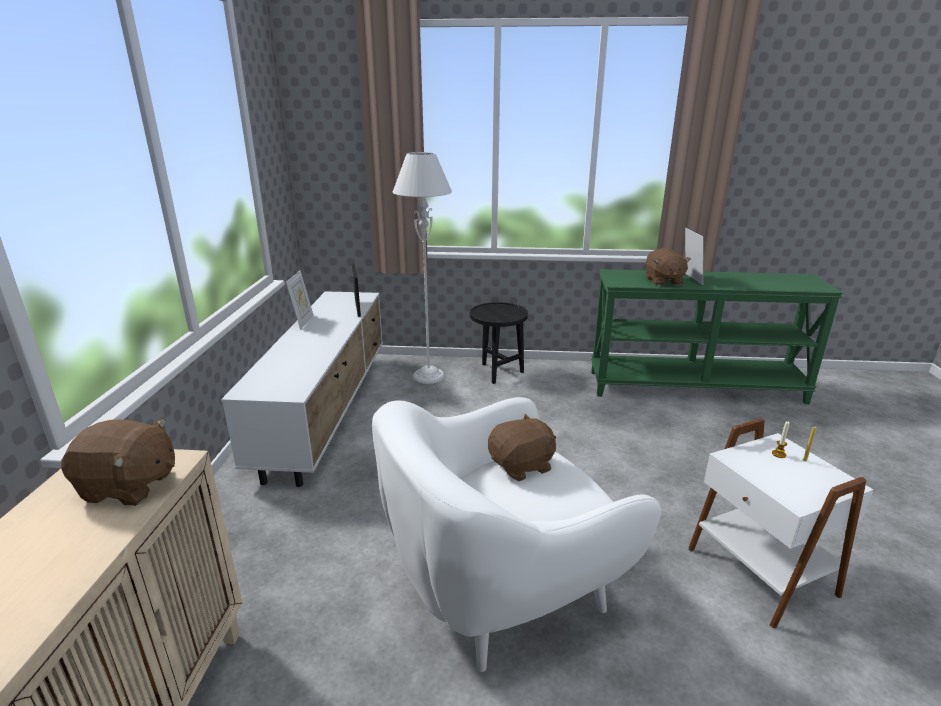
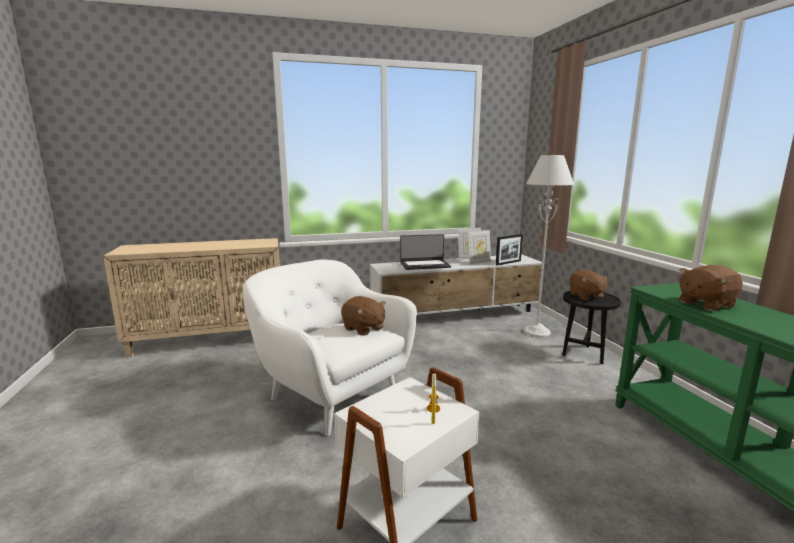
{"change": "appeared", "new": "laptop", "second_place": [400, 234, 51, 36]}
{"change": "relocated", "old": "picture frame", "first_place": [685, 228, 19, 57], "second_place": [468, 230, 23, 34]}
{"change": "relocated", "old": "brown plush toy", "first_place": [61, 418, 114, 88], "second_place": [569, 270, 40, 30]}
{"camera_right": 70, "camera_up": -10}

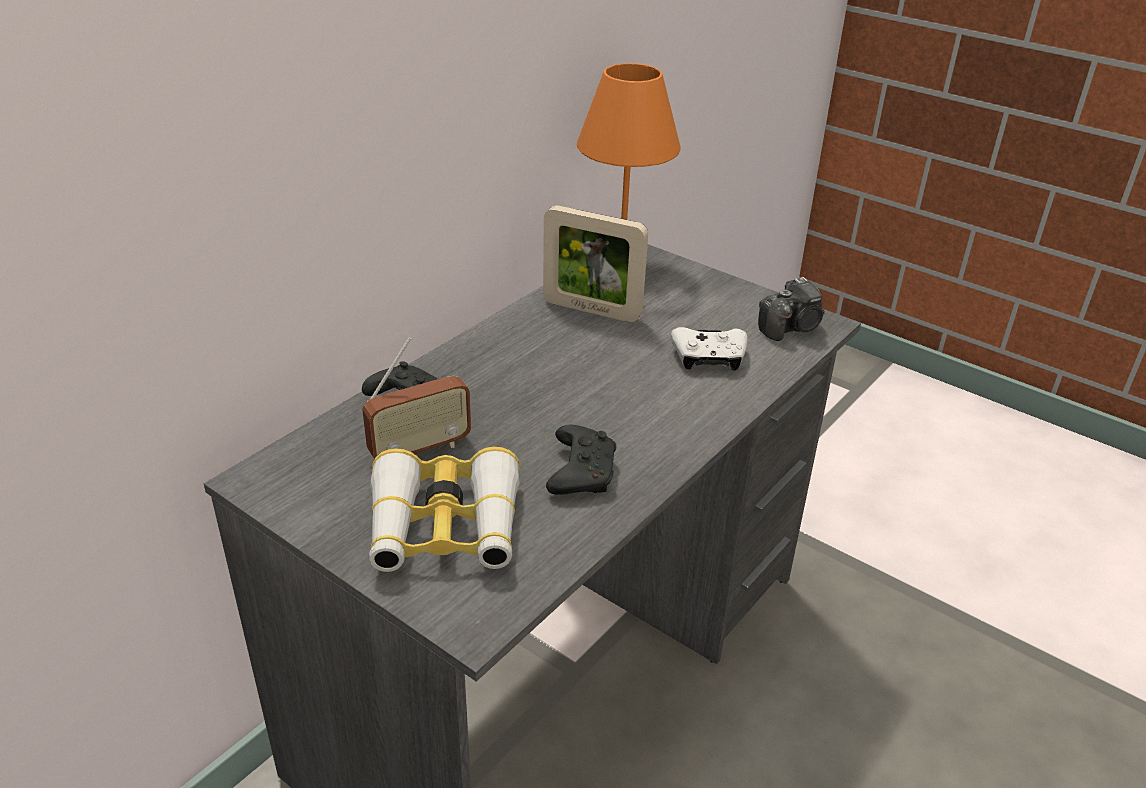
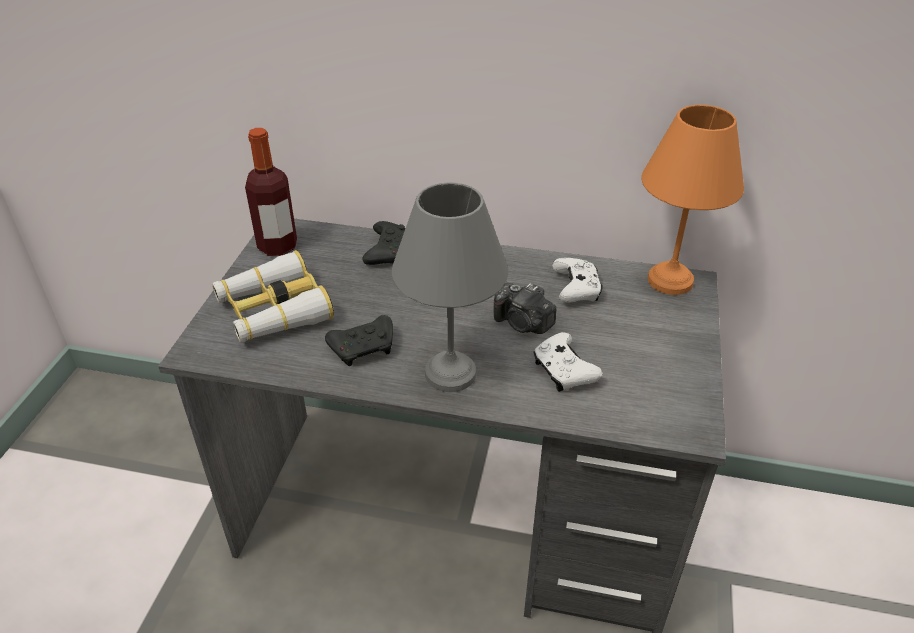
{"change": "appeared", "new": "bottle", "second_place": [245, 128, 52, 128]}
{"change": "appeared", "new": "grey table lamp", "second_place": [392, 183, 116, 209]}
{"change": "relocated", "old": "photo camera", "first_place": [758, 277, 67, 64], "second_place": [493, 283, 63, 51]}
{"change": "exchanged", "old": "picture frame", "new": "white game controller", "first_place": [543, 205, 105, 117], "second_place": [552, 257, 50, 46]}
{"change": "missing", "old": "radio", "first_place": [362, 337, 109, 122]}
{"camera_right": 65, "camera_up": 5}

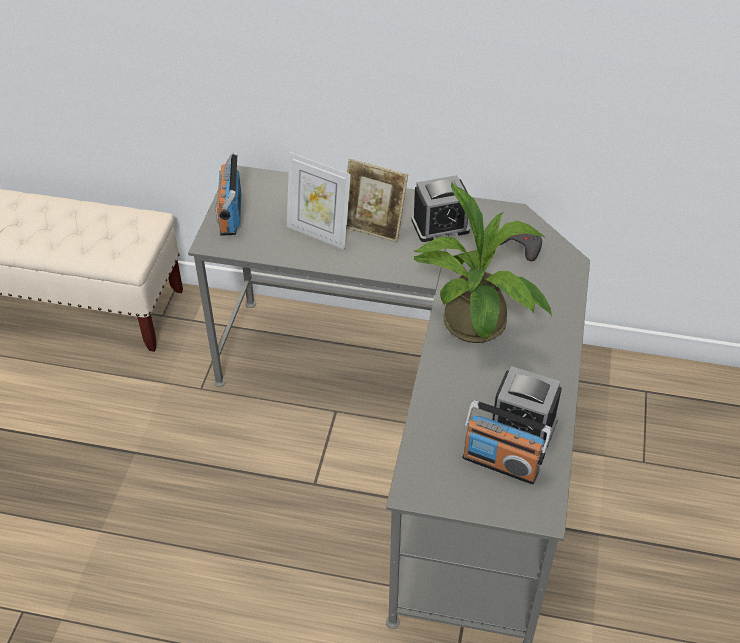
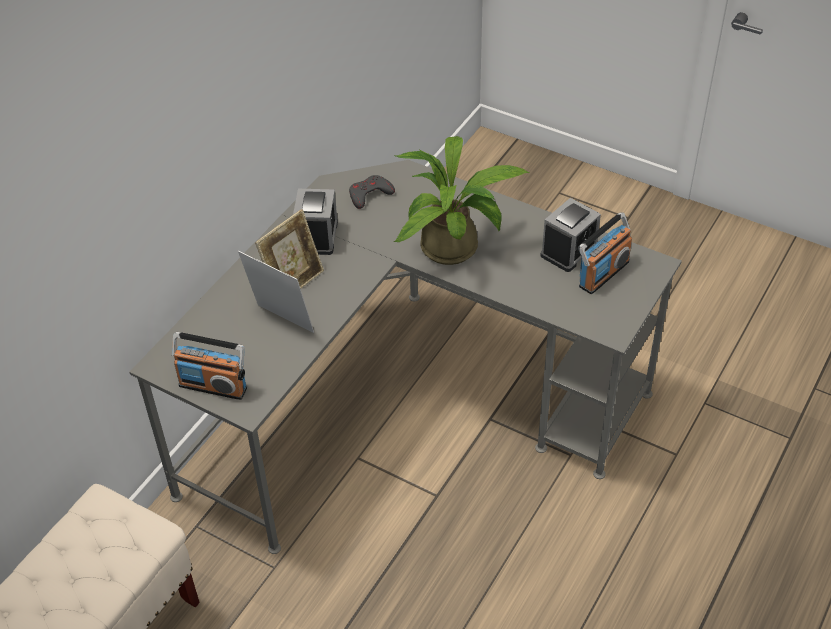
{"change": "spun", "old": "picture frame", "first_place": [287, 152, 64, 98], "second_place": [238, 251, 76, 82], "degrees": -105}
{"camera_right": -70, "camera_up": 0}

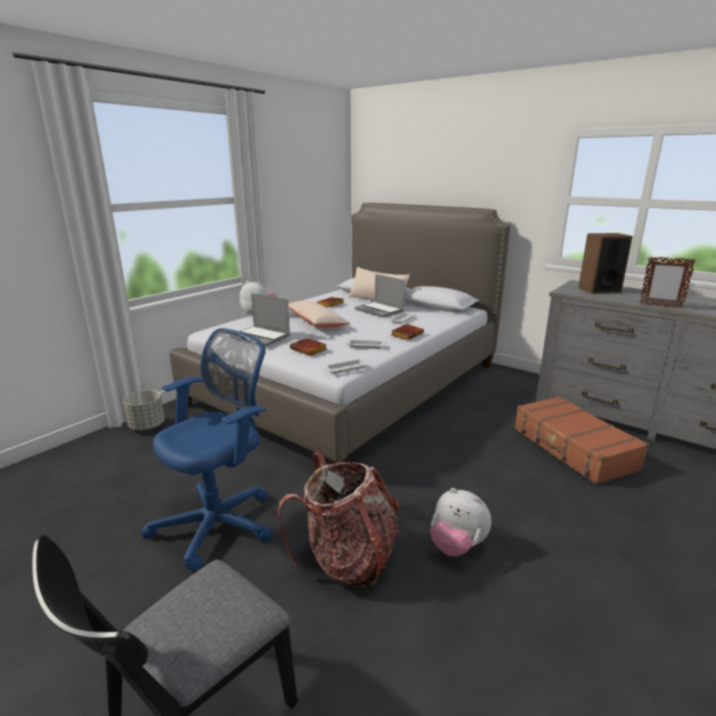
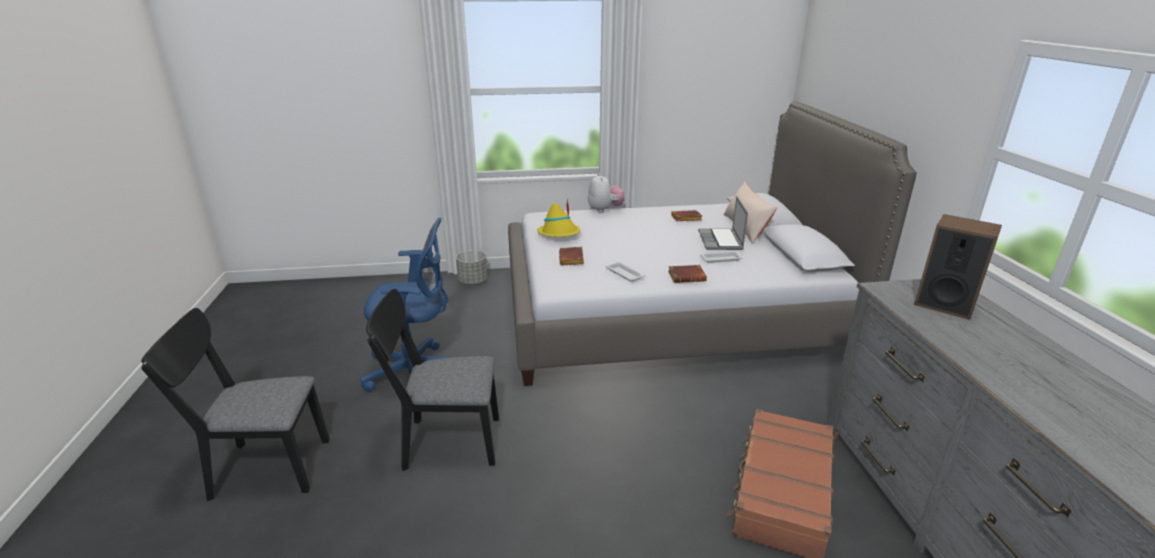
{"change": "exchanged", "old": "backpack", "new": "black chair", "first_place": [278, 451, 122, 137], "second_place": [366, 289, 133, 182]}
{"change": "exchanged", "old": "laptop", "new": "yellow hat", "first_place": [239, 293, 51, 54], "second_place": [537, 199, 43, 38]}
{"change": "missing", "old": "beige pillow", "first_place": [288, 301, 62, 27]}
{"change": "missing", "old": "white tray", "first_place": [323, 359, 45, 15]}
{"change": "missing", "old": "plush toy", "first_place": [430, 488, 61, 68]}
{"change": "missing", "old": "picture frame", "first_place": [640, 256, 56, 52]}
{"camera_right": 45, "camera_up": 5}

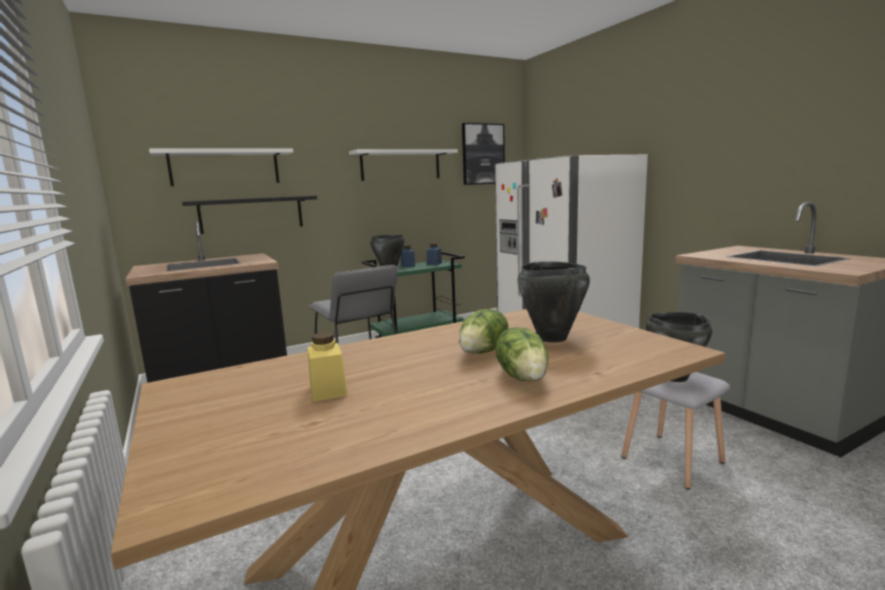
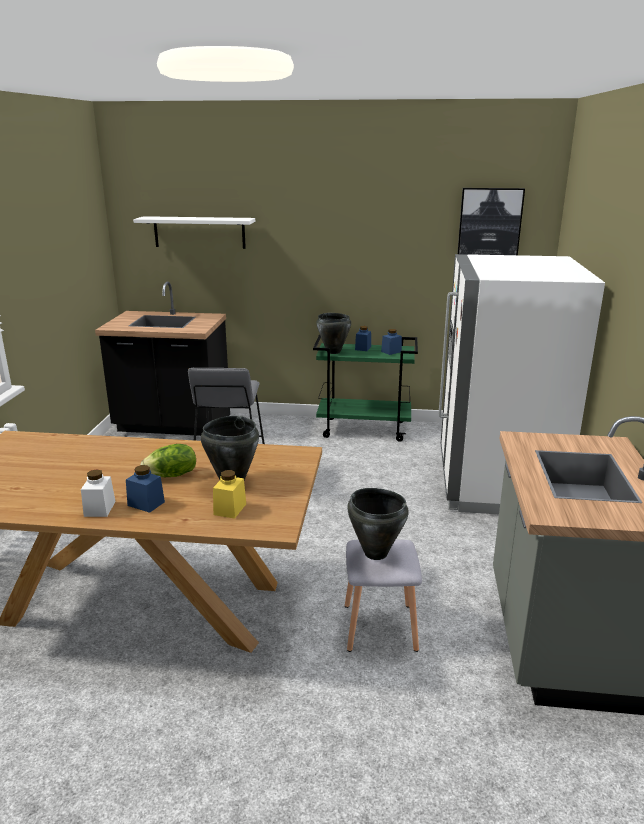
{"change": "appeared", "new": "white jar", "second_place": [81, 470, 35, 47]}
{"change": "exchanged", "old": "lettuce", "new": "blue jar", "first_place": [496, 327, 52, 54], "second_place": [126, 465, 39, 48]}
{"change": "relocated", "old": "yellow jar", "first_place": [307, 332, 40, 70], "second_place": [213, 470, 33, 49]}
{"change": "missing", "old": "black shelf", "first_place": [182, 196, 135, 38]}
{"change": "missing", "old": "white shelf", "first_place": [349, 149, 109, 32]}
{"camera_right": 35, "camera_up": 10}

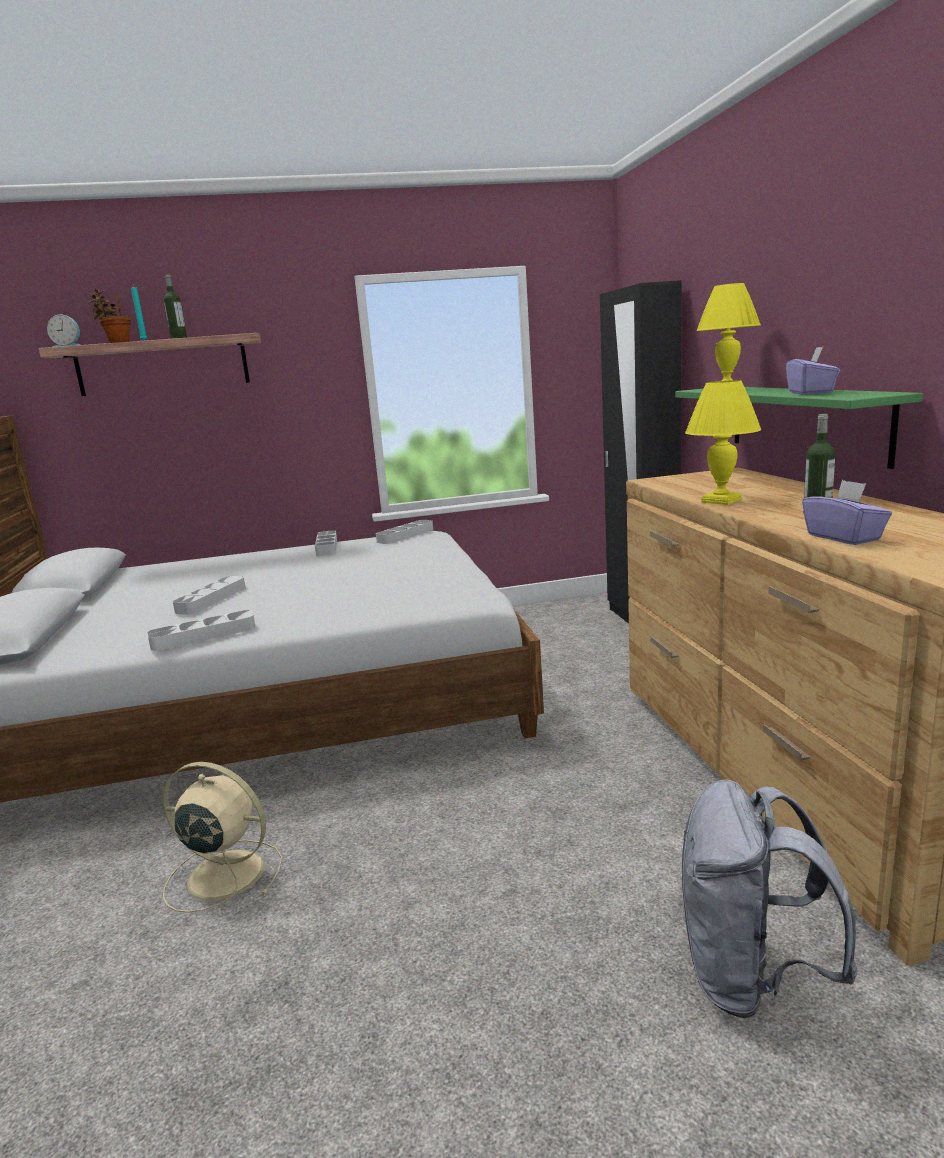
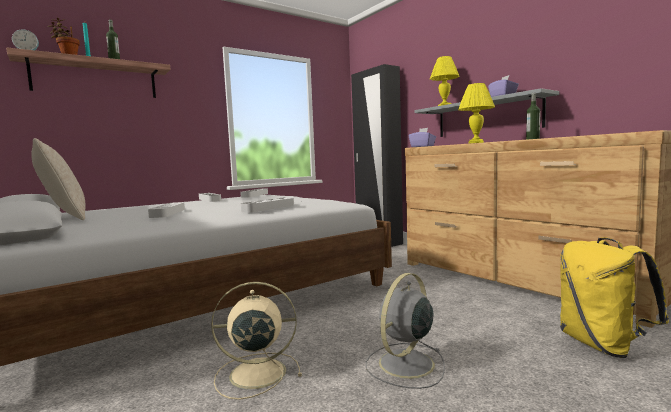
{"change": "appeared", "new": "beige pillow", "second_place": [31, 138, 54, 82]}
{"change": "relocated", "old": "grey tray", "first_place": [147, 610, 109, 41], "second_place": [240, 197, 54, 16]}
{"change": "appeared", "new": "grey fan", "second_place": [366, 273, 79, 116]}
{"change": "relocated", "old": "purple tissue box", "first_place": [802, 480, 90, 65], "second_place": [409, 128, 27, 19]}
{"change": "colour", "old": "green shelf", "new": "grey shelf", "first_place": [675, 387, 248, 82], "second_place": [415, 88, 144, 49]}
{"change": "colour", "old": "grey backpack", "new": "yellow backpack", "first_place": [682, 779, 176, 239], "second_place": [560, 237, 109, 121]}
{"camera_right": -25, "camera_up": -10}

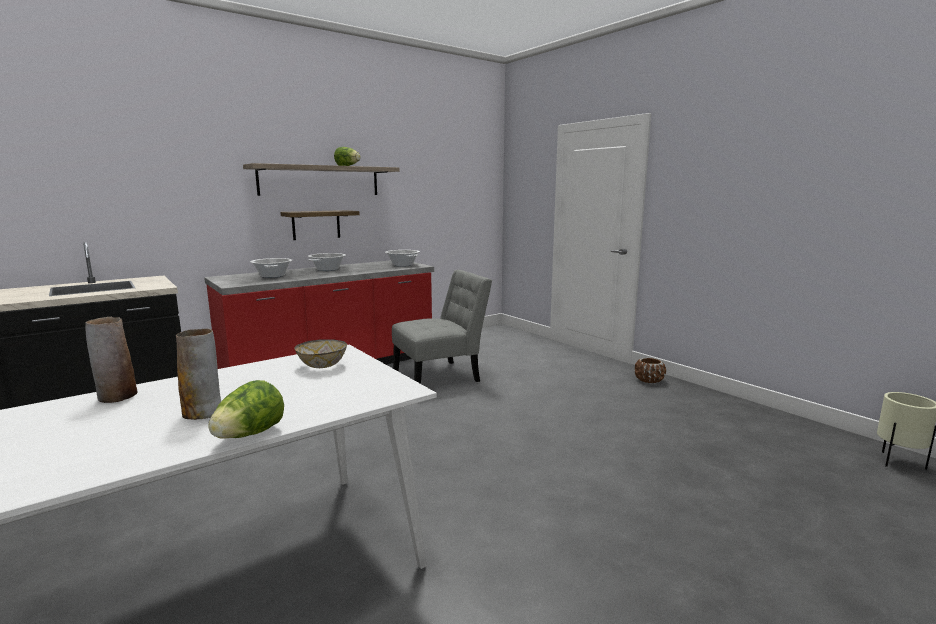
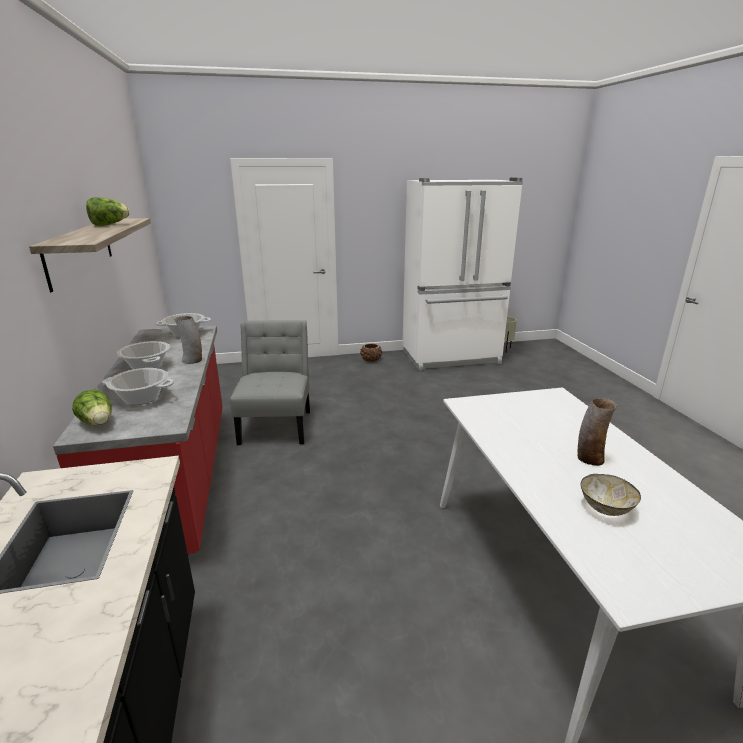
{"change": "relocated", "old": "lettuce", "first_place": [208, 380, 76, 59], "second_place": [72, 389, 40, 36]}
{"change": "relocated", "old": "vase", "first_place": [85, 317, 53, 86], "second_place": [174, 316, 28, 48]}
{"change": "appeared", "new": "white fridge", "second_place": [402, 177, 121, 194]}
{"change": "relocated", "old": "bowl", "first_place": [295, 339, 52, 29], "second_place": [581, 474, 60, 42]}
{"change": "missing", "old": "shelf", "first_place": [280, 210, 80, 30]}
{"camera_right": -65, "camera_up": 10}

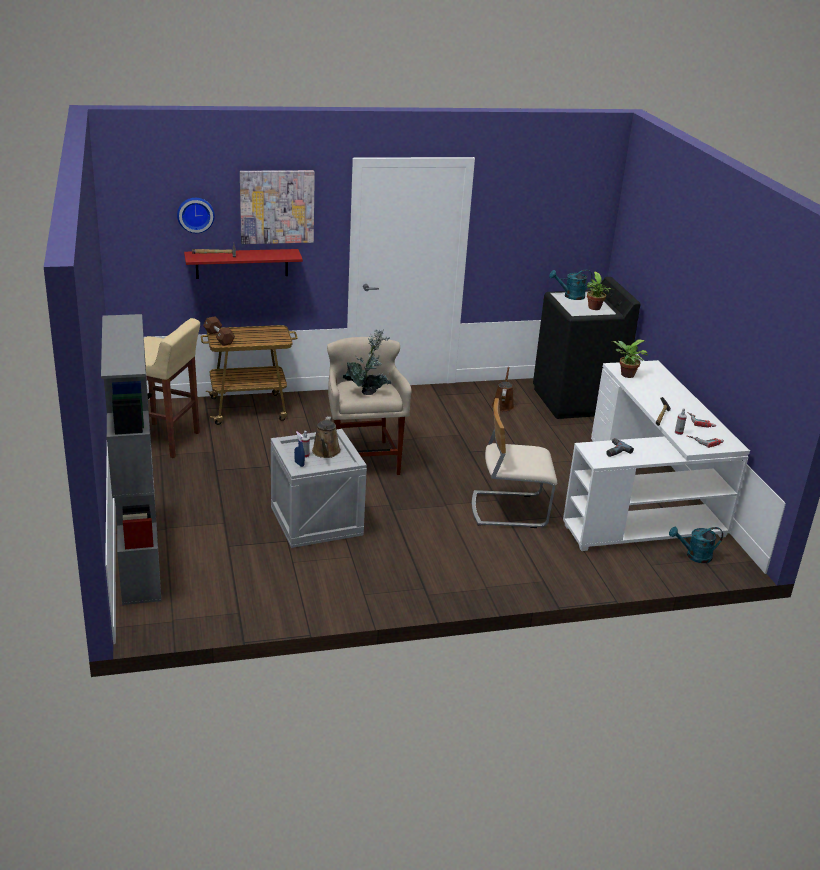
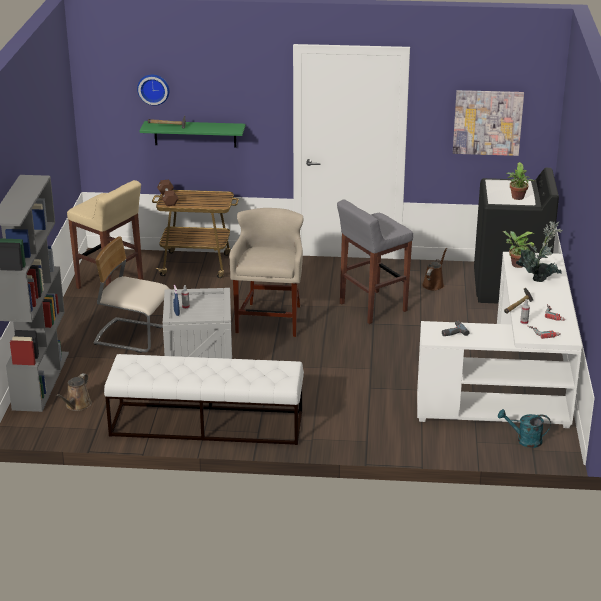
{"change": "relocated", "old": "brown watering can", "first_place": [312, 417, 29, 41], "second_place": [56, 373, 36, 38]}
{"change": "relocated", "old": "beige chair", "first_place": [472, 398, 85, 130], "second_place": [94, 236, 76, 117]}
{"change": "appeared", "new": "white bench", "second_place": [104, 354, 200, 91]}
{"change": "colour", "old": "red shelf", "new": "green shelf", "first_place": [184, 249, 119, 30], "second_place": [140, 121, 105, 27]}
{"change": "appeared", "new": "grey stool", "second_place": [337, 200, 76, 124]}
{"change": "relocated", "old": "picture", "first_place": [240, 170, 75, 74], "second_place": [453, 90, 71, 66]}
{"change": "relocated", "old": "potted plant", "first_place": [343, 329, 48, 66], "second_place": [516, 221, 47, 61]}
{"change": "missing", "old": "turquoise watering can", "first_place": [549, 270, 44, 30]}
{"camera_right": 20, "camera_up": 0}

